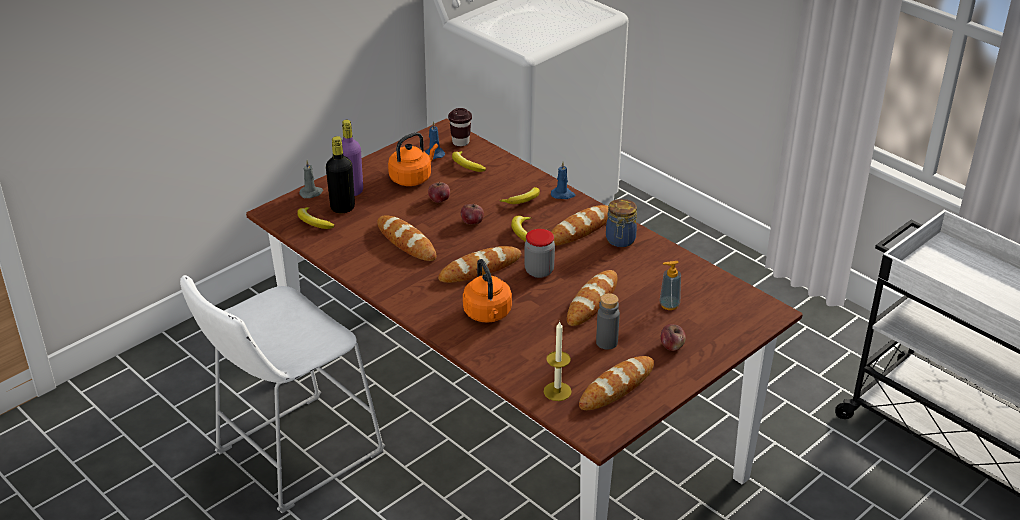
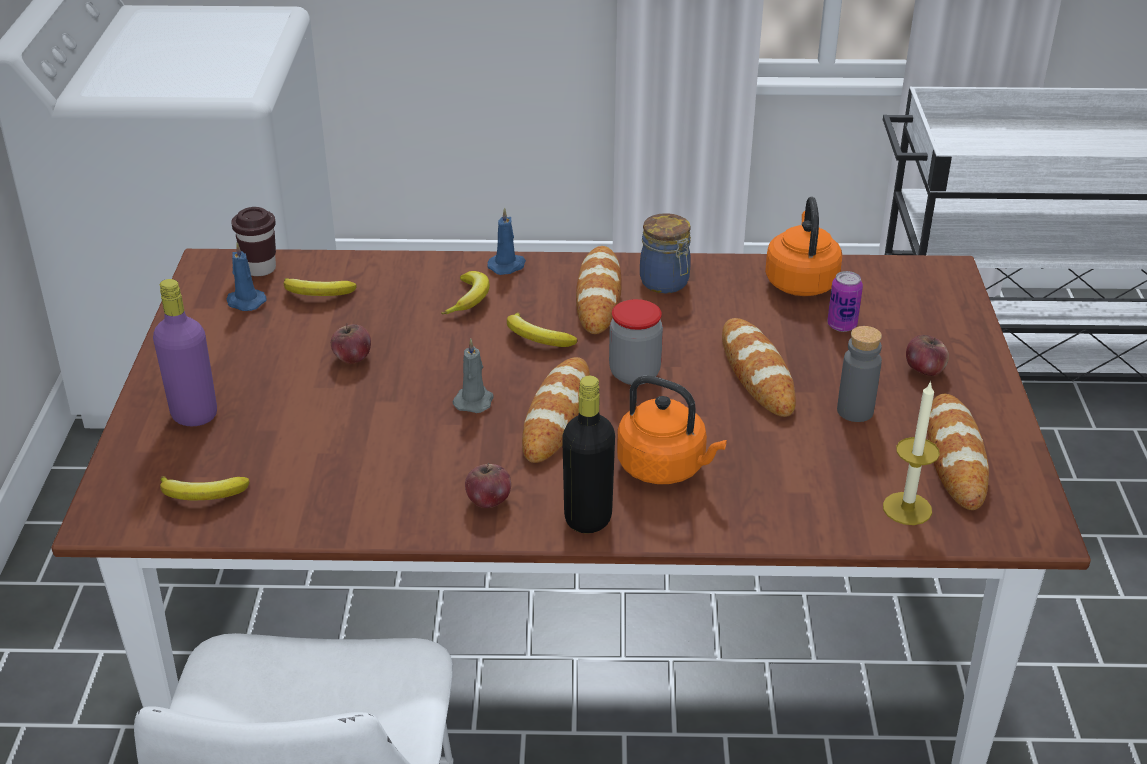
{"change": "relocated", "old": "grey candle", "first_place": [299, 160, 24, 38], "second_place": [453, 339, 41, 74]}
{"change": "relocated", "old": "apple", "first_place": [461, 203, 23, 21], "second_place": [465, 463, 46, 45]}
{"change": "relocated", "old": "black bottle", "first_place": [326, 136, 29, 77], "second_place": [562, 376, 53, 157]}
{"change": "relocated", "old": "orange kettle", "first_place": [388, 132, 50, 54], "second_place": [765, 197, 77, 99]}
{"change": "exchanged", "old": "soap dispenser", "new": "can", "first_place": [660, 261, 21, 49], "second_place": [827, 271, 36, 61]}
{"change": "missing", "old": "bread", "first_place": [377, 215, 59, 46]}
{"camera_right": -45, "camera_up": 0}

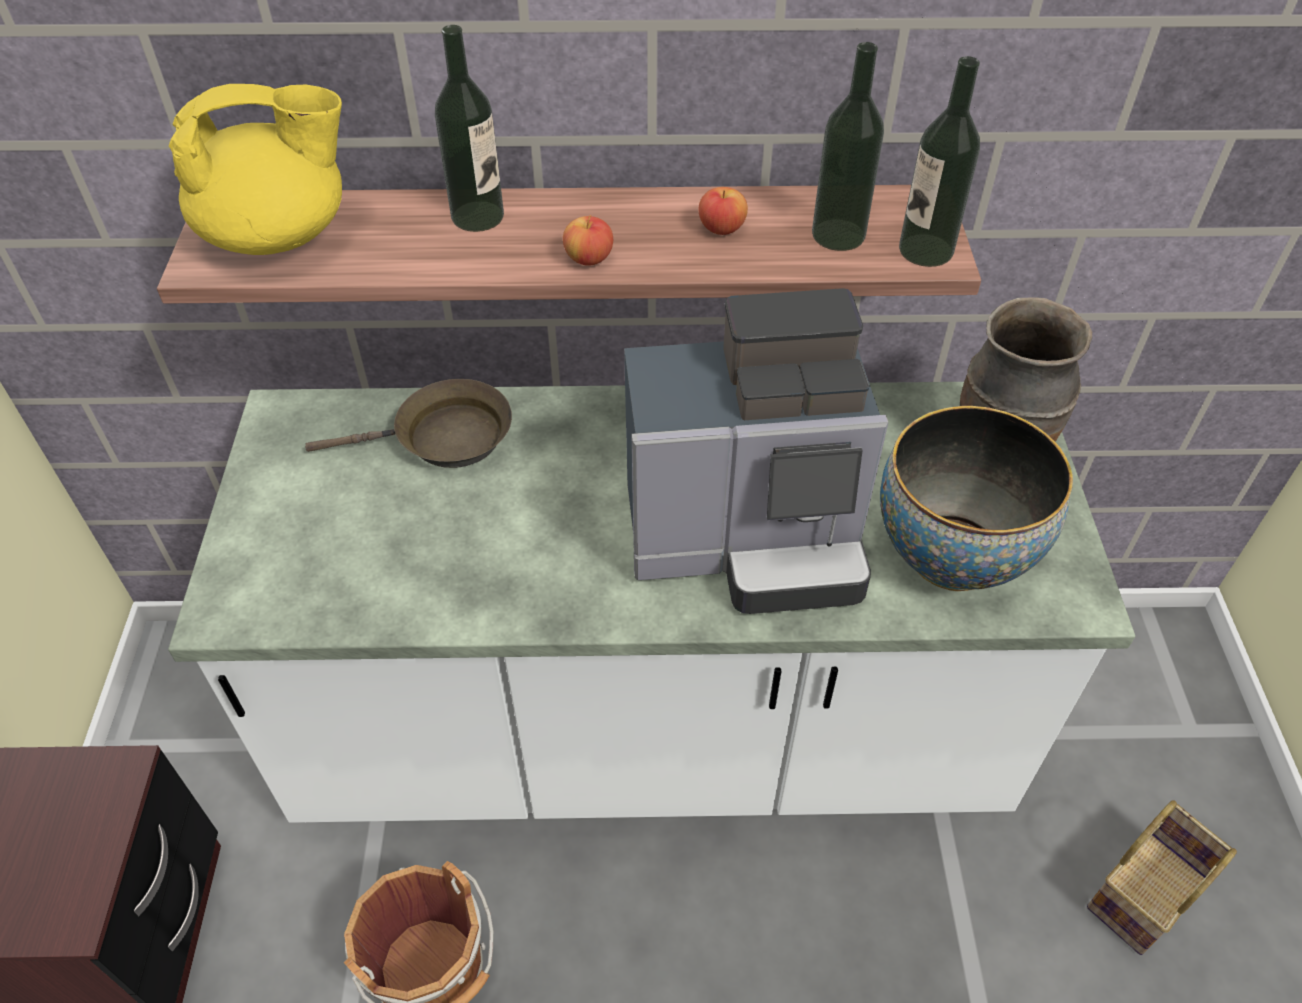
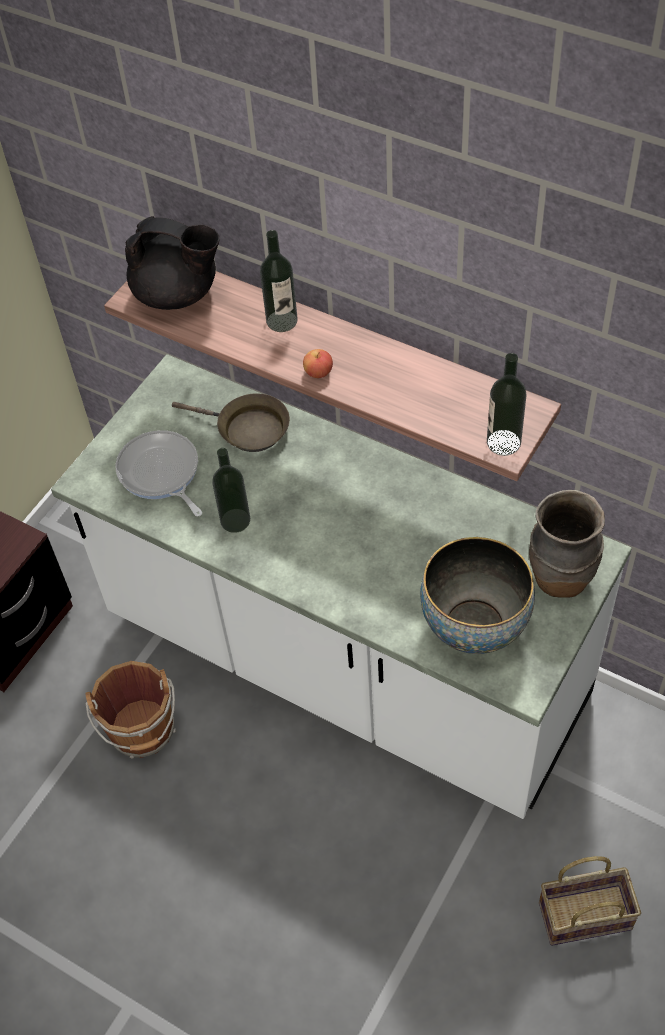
{"change": "appeared", "new": "frying pan", "second_place": [116, 430, 86, 87]}
{"change": "colour", "old": "yellow teapot", "new": "black teapot", "first_place": [169, 84, 173, 171], "second_place": [125, 216, 95, 94]}
{"change": "relocated", "old": "bottle", "first_place": [812, 42, 72, 209], "second_place": [212, 448, 38, 85]}
{"change": "missing", "old": "coffee machine", "first_place": [624, 288, 264, 326]}
{"change": "missing", "old": "apple", "first_place": [698, 187, 50, 48]}
{"camera_right": 35, "camera_up": 5}

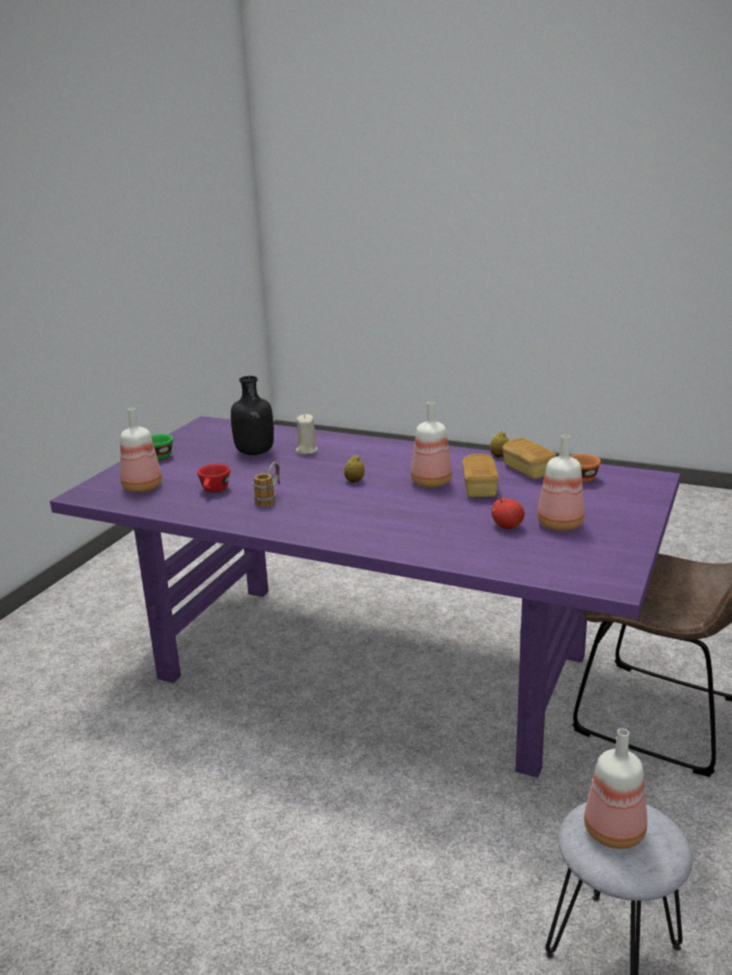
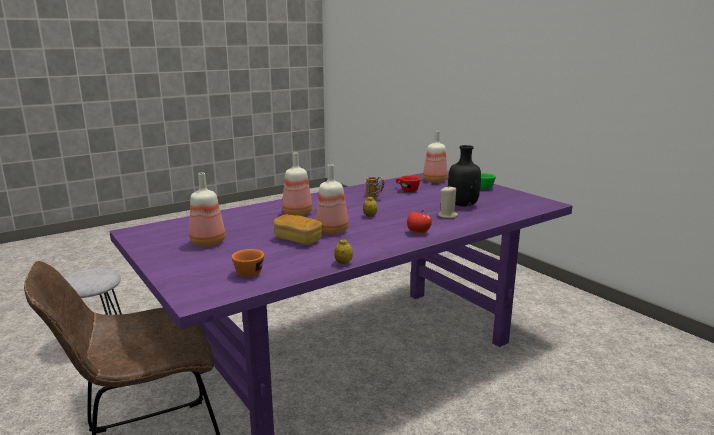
{"change": "relocated", "old": "bottle", "first_place": [584, 728, 63, 121], "second_place": [282, 152, 30, 64]}
{"change": "relocated", "old": "apple", "first_place": [491, 497, 34, 32], "second_place": [407, 210, 25, 24]}
{"change": "missing", "old": "bread", "first_place": [502, 438, 54, 41]}
{"camera_right": 120, "camera_up": -5}

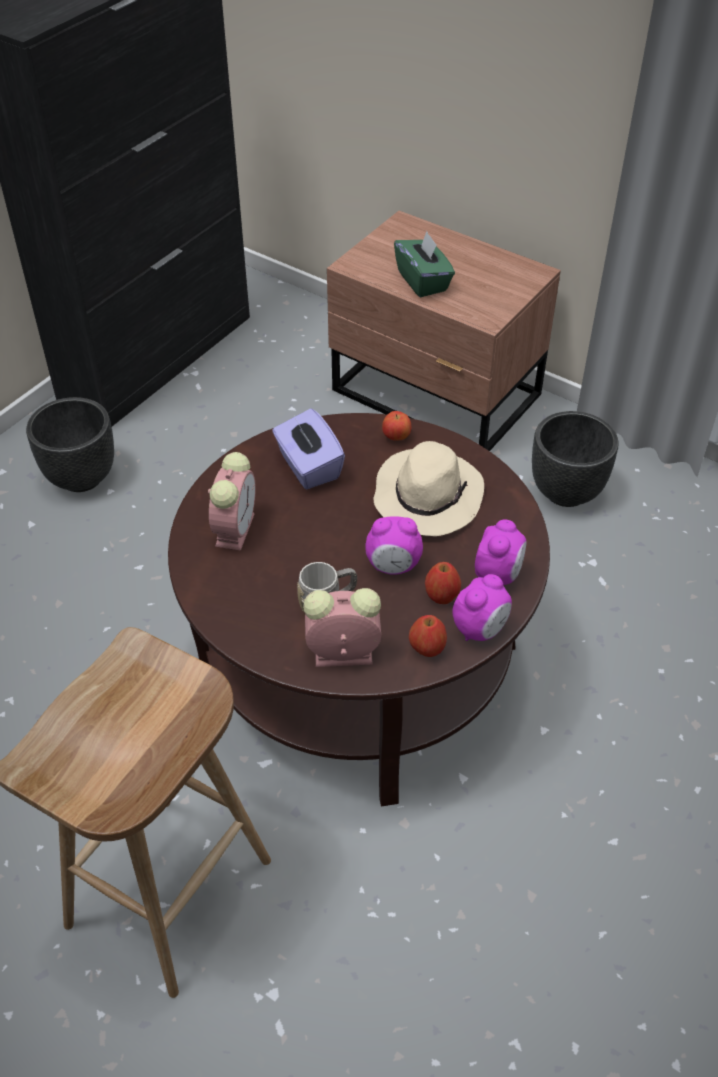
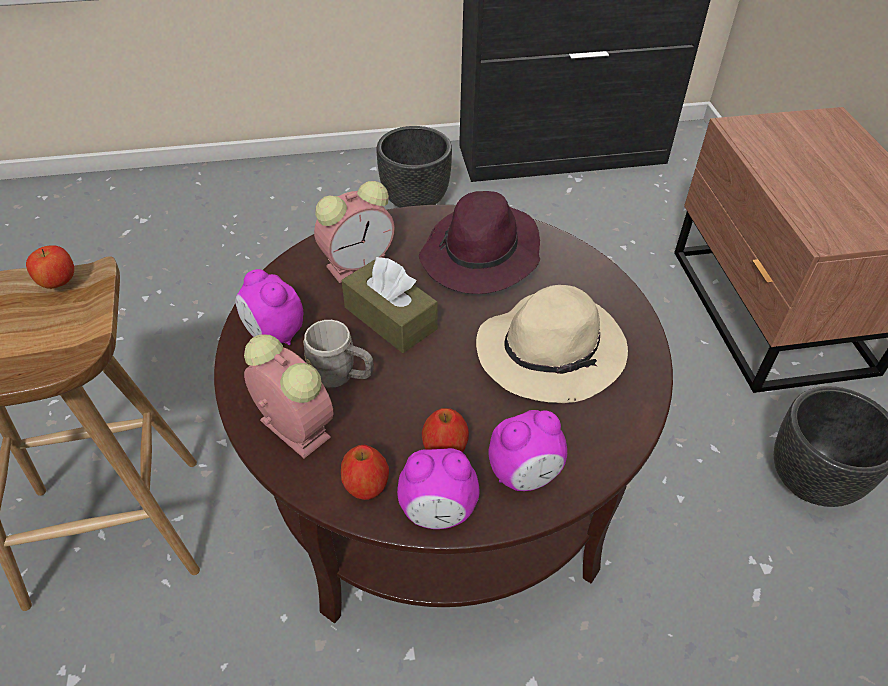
{"change": "relocated", "old": "apple", "first_place": [382, 411, 29, 30], "second_place": [26, 245, 48, 44]}
{"change": "relocated", "old": "alarm clock", "first_place": [365, 516, 58, 58], "second_place": [236, 269, 67, 76]}
{"change": "appeared", "new": "brown tissue box", "second_place": [342, 257, 96, 96]}
{"change": "exchanged", "old": "purple tissue box", "new": "purple hat", "first_place": [272, 408, 73, 81], "second_place": [419, 191, 121, 103]}
{"change": "missing", "old": "green tissue box", "first_place": [394, 231, 61, 66]}
{"camera_right": 45, "camera_up": 0}

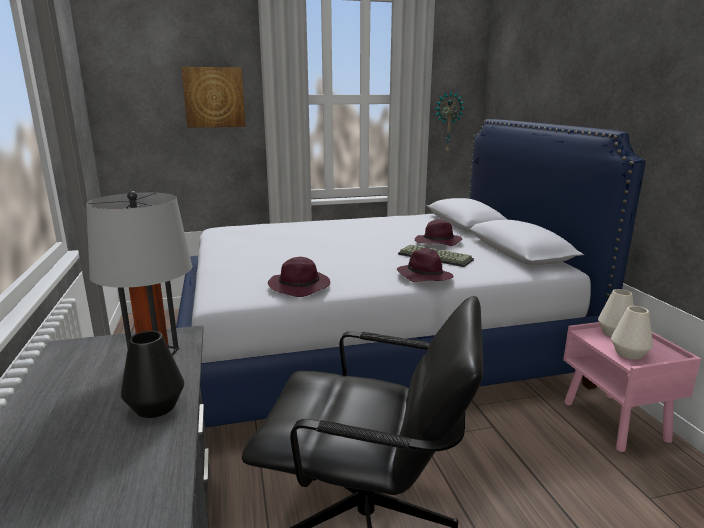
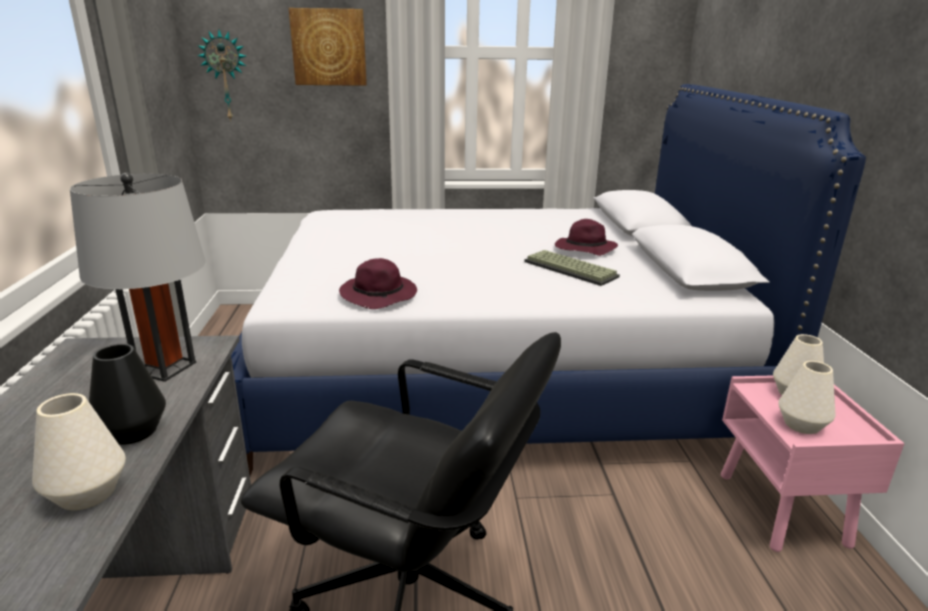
{"change": "appeared", "new": "white vase", "second_place": [32, 393, 94, 117]}
{"change": "relocated", "old": "wall clock", "first_place": [434, 91, 32, 62], "second_place": [197, 30, 49, 91]}
{"change": "missing", "old": "purple hat", "first_place": [397, 248, 57, 34]}
{"camera_right": 10, "camera_up": 5}

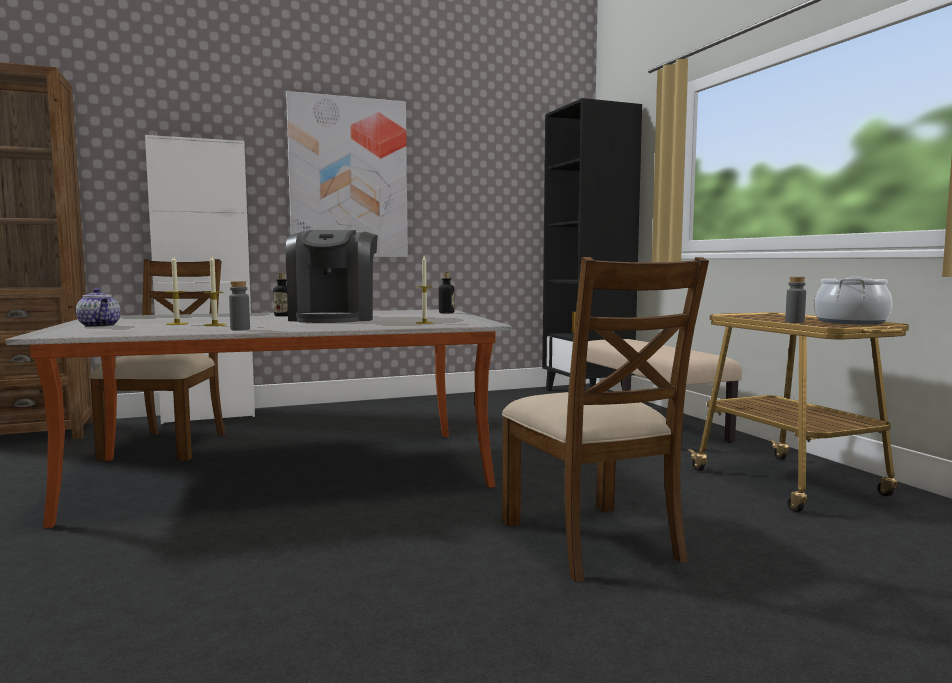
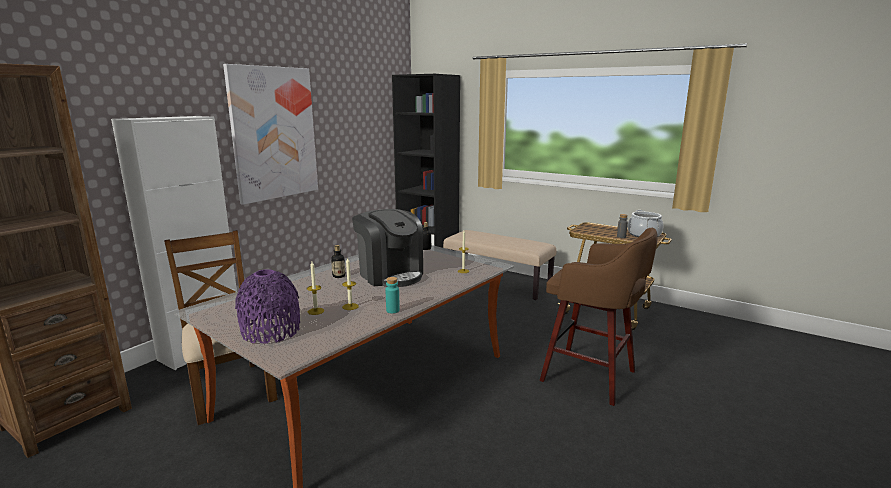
{"change": "exchanged", "old": "teapot", "new": "purple vase", "first_place": [76, 288, 45, 39], "second_place": [235, 269, 65, 75]}
{"change": "colour", "old": "grey bottle", "new": "turquoise bottle", "first_place": [229, 281, 21, 49], "second_place": [385, 277, 15, 36]}
{"change": "exchanged", "old": "brown chair", "new": "brown stool", "first_place": [502, 257, 207, 325], "second_place": [540, 228, 118, 178]}
{"camera_right": -35, "camera_up": 10}

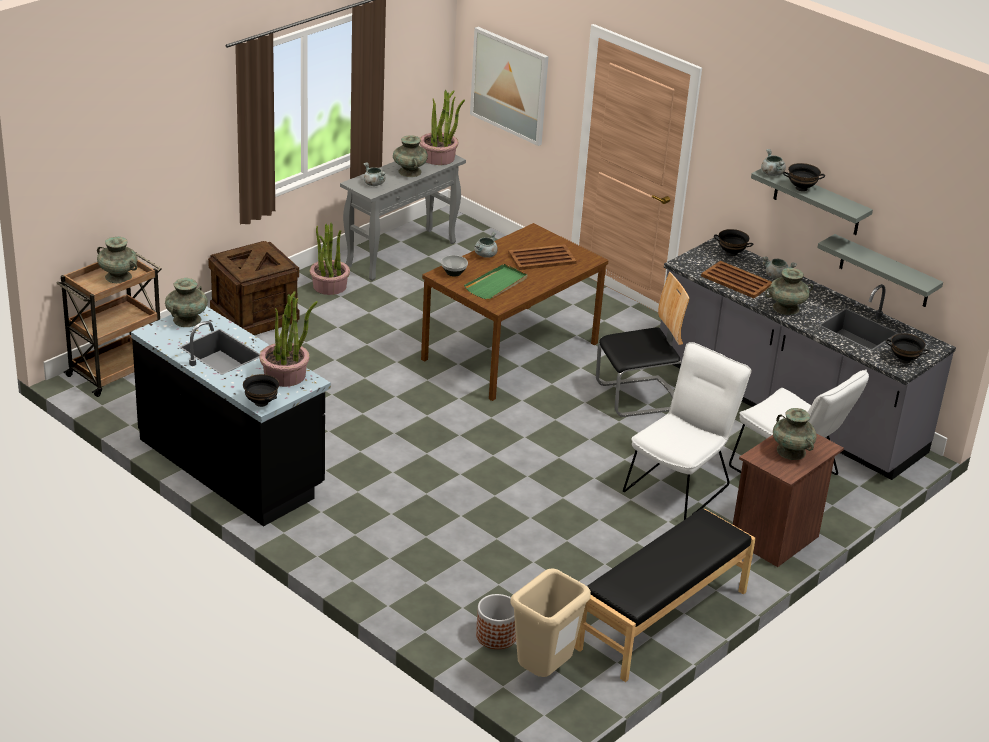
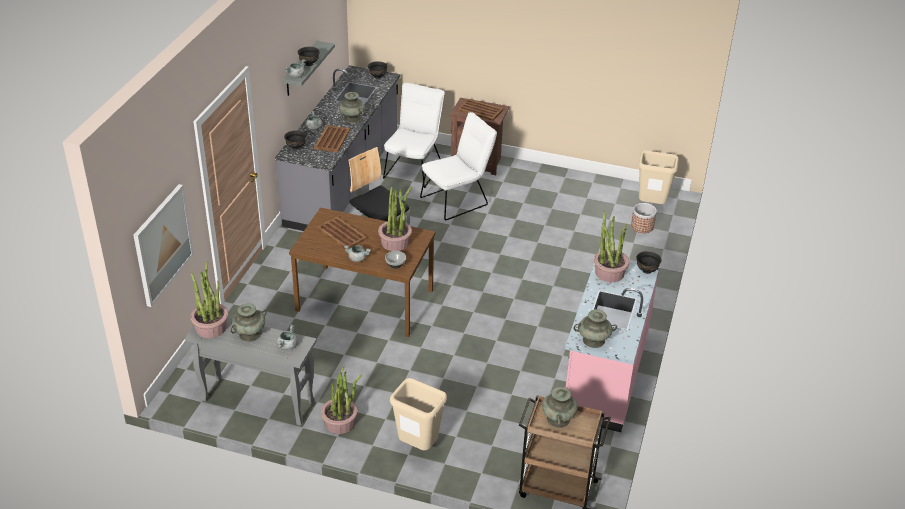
{"change": "exchanged", "old": "green tray", "new": "potted plant", "first_place": [464, 264, 63, 35], "second_place": [378, 186, 34, 65]}
{"change": "exchanged", "old": "crate", "new": "beige trash can", "first_place": [208, 241, 92, 94], "second_place": [390, 378, 57, 72]}
{"change": "spun", "old": "white chair", "first_place": [623, 342, 129, 178], "second_place": [420, 112, 77, 108], "degrees": 135}
{"change": "exchanged", "old": "turquoise vase", "new": "brown tray", "first_place": [773, 408, 44, 52], "second_place": [457, 99, 46, 22]}
{"change": "colour", "old": "black counter", "new": "pink counter", "first_place": [131, 307, 200, 220], "second_place": [565, 260, 95, 172]}
{"change": "missing", "old": "black bench", "first_place": [574, 508, 182, 174]}
{"change": "missing", "old": "grey shelf", "first_place": [817, 234, 126, 73]}
{"camera_right": -115, "camera_up": 5}

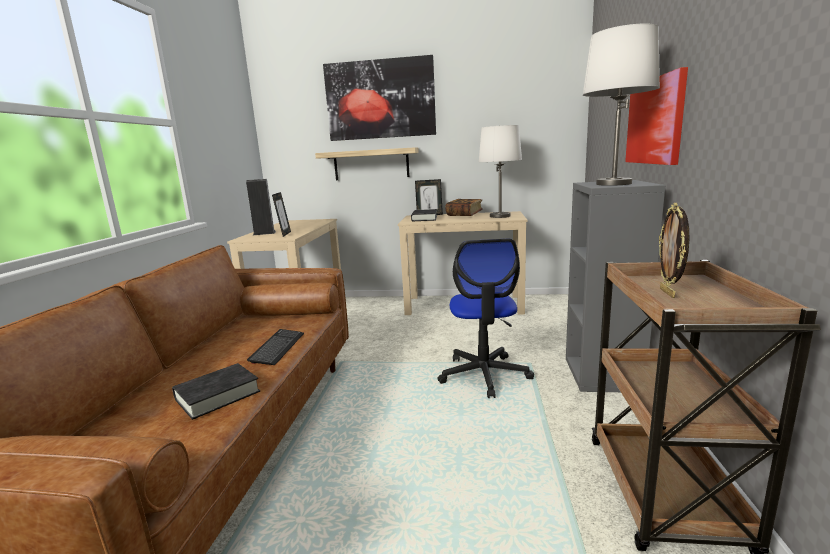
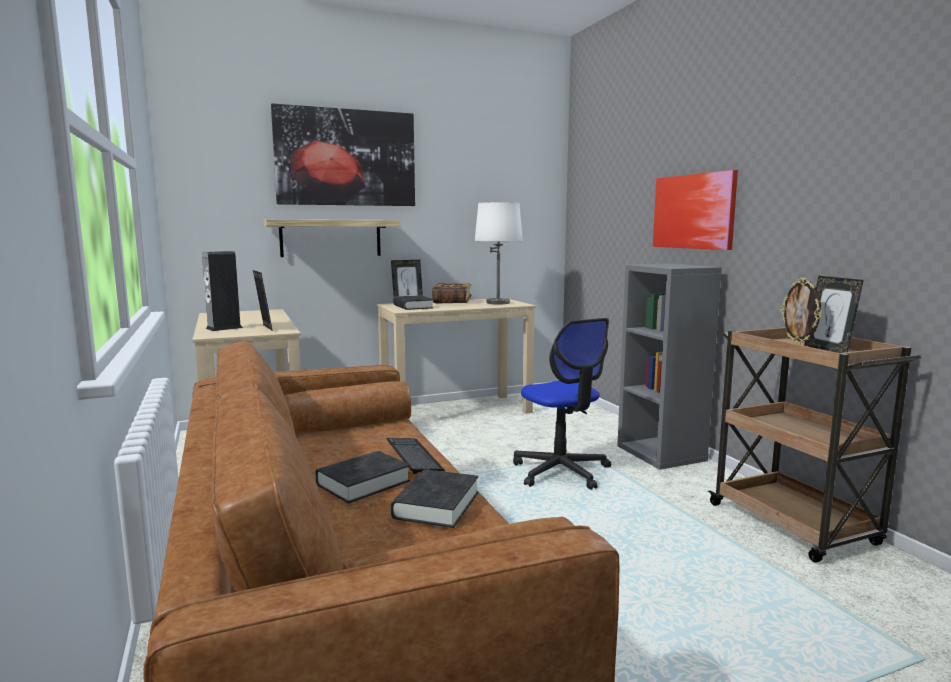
{"change": "appeared", "new": "black book", "second_place": [315, 451, 95, 52]}
{"change": "appeared", "new": "picture frame", "second_place": [804, 276, 60, 77]}
{"change": "missing", "old": "white table lamp", "first_place": [583, 23, 77, 163]}
{"camera_right": -30, "camera_up": -5}

